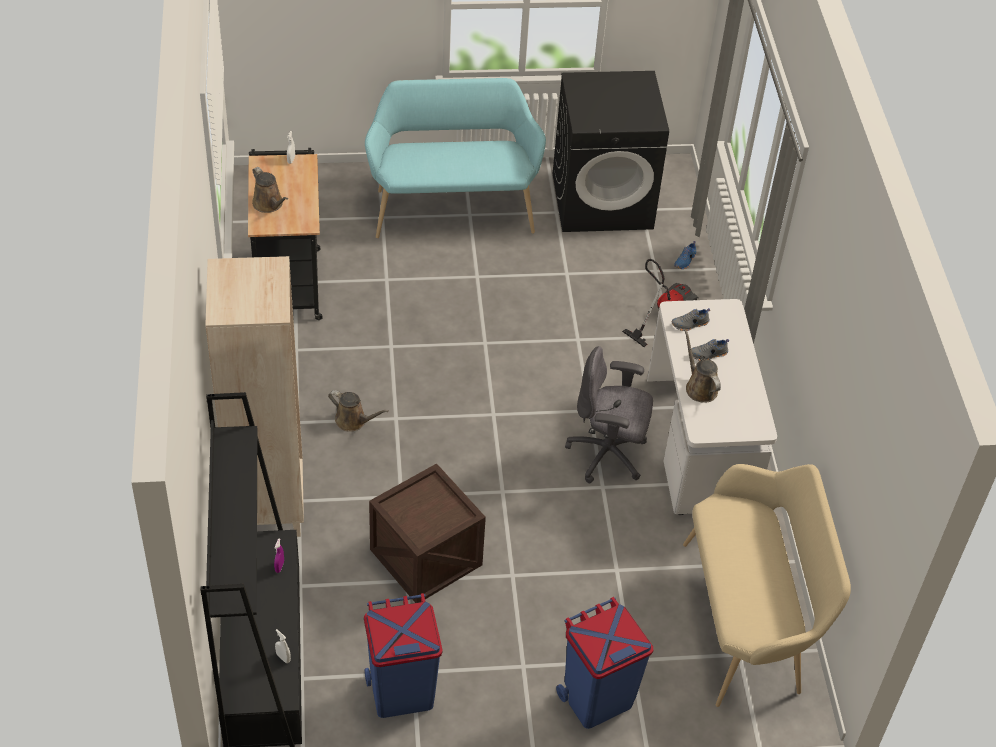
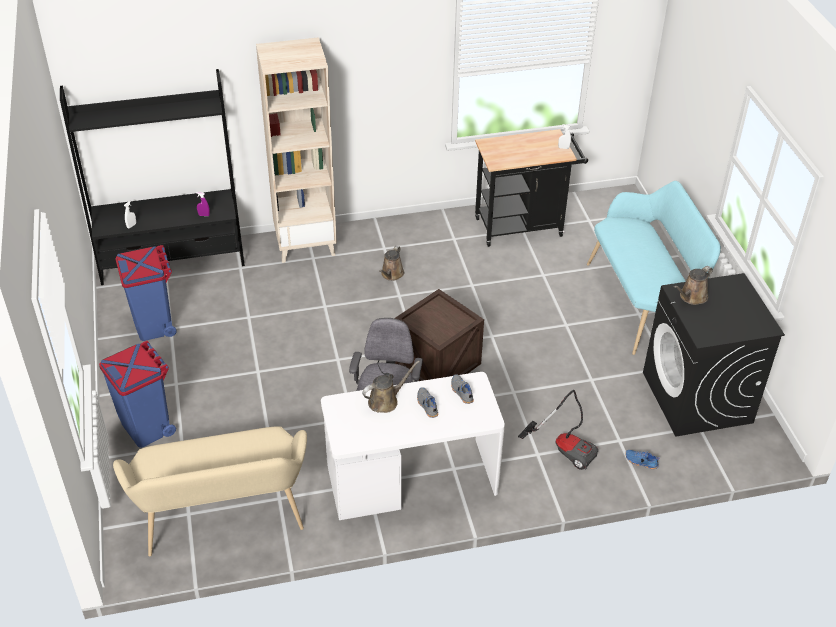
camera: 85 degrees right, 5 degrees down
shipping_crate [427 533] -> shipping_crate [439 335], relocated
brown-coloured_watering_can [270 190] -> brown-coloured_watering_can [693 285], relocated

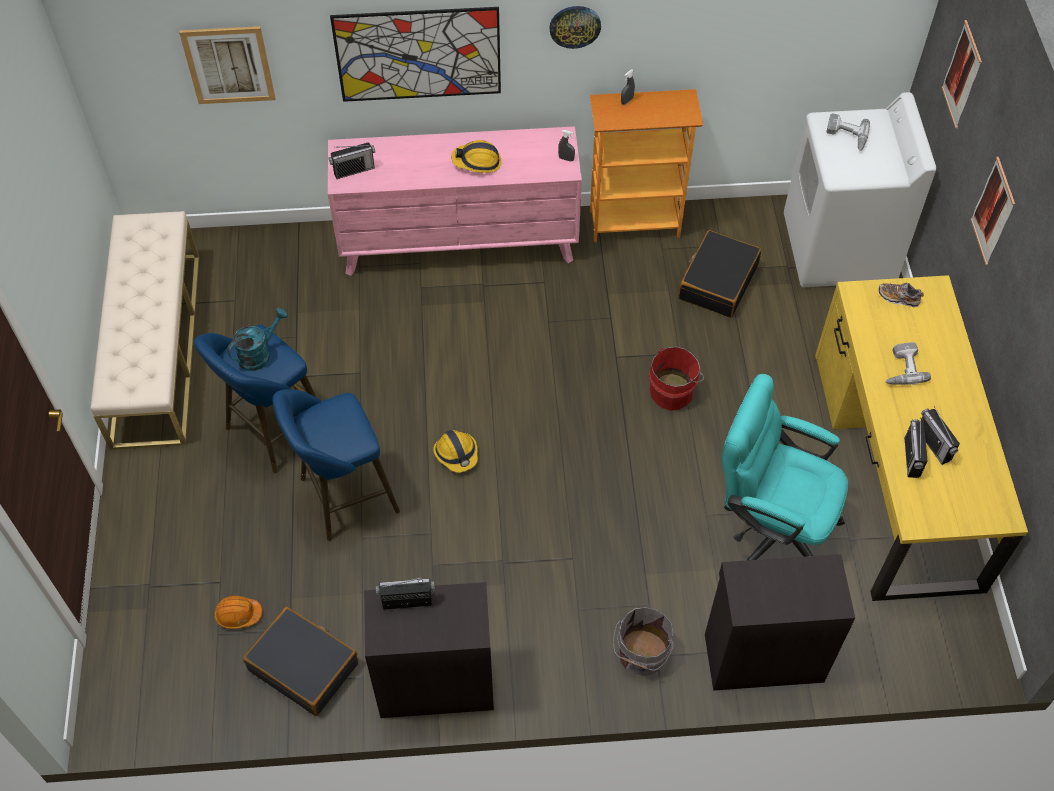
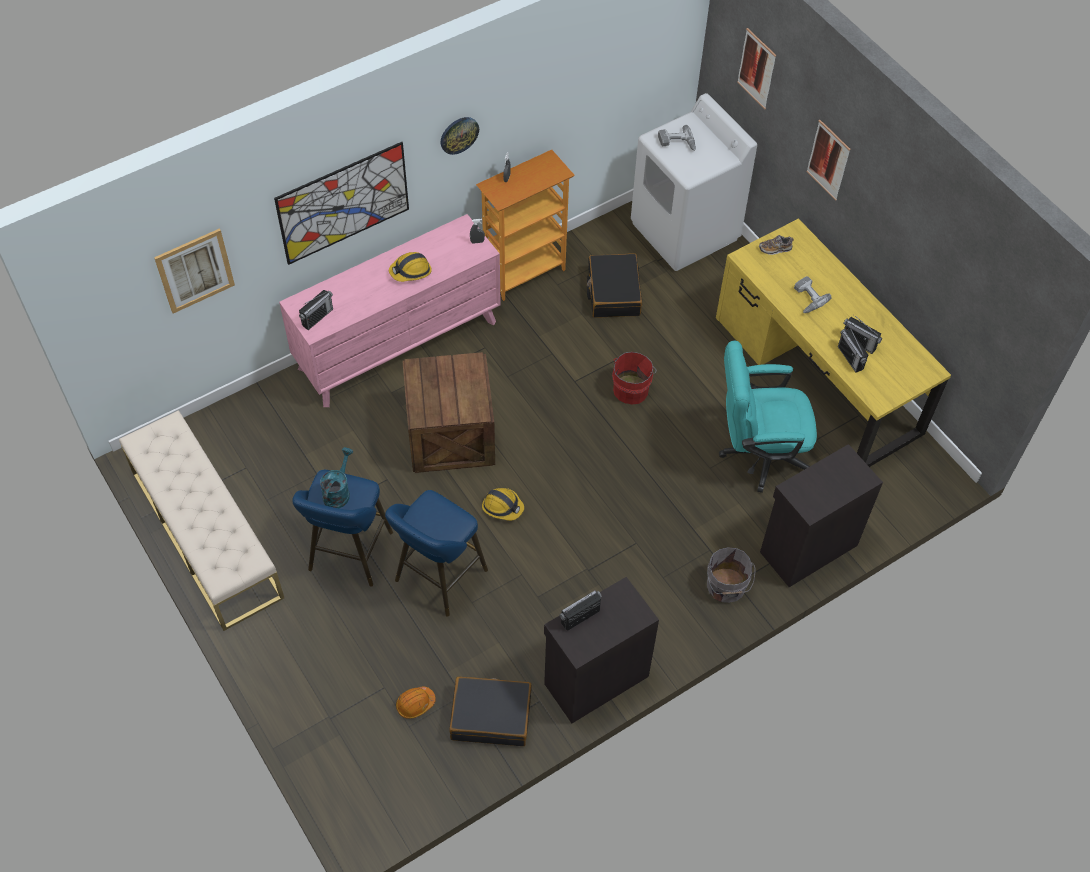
camera: 30 degrees left, 0 degrees up
none -> shipping_crate [448 412]

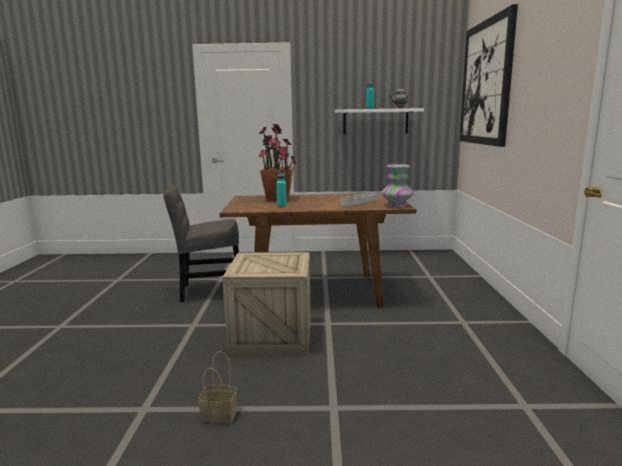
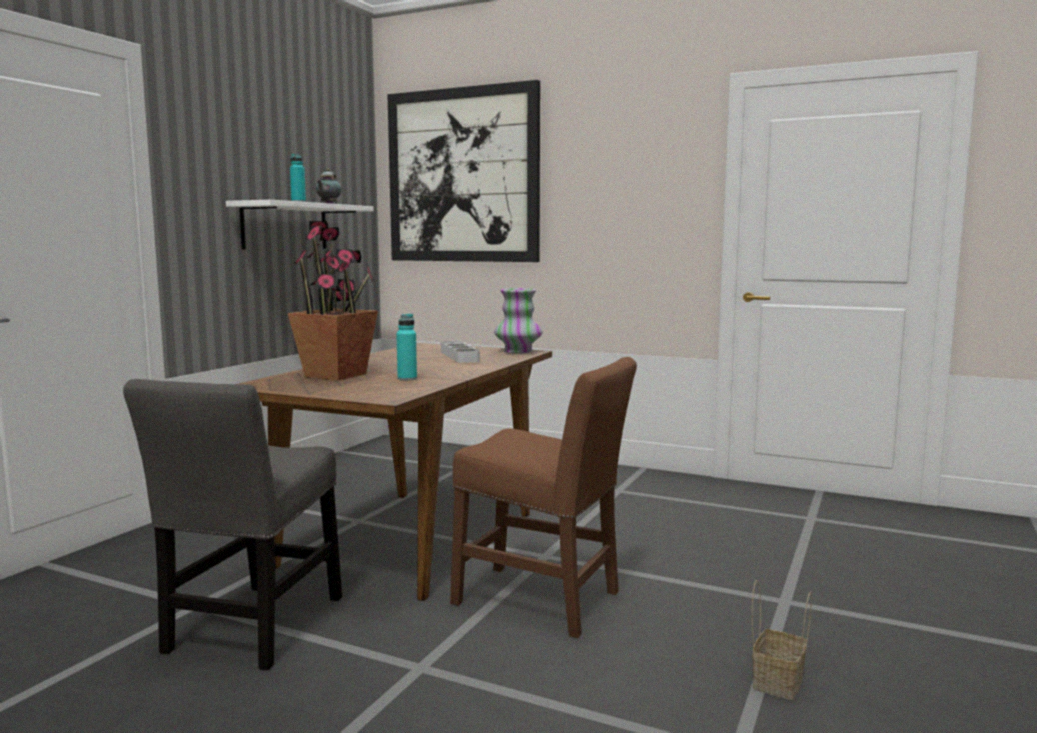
camera: 65 degrees left, 5 degrees down
shipping_crate [266 303] -> brown-coloured_plain_chair [543 497]

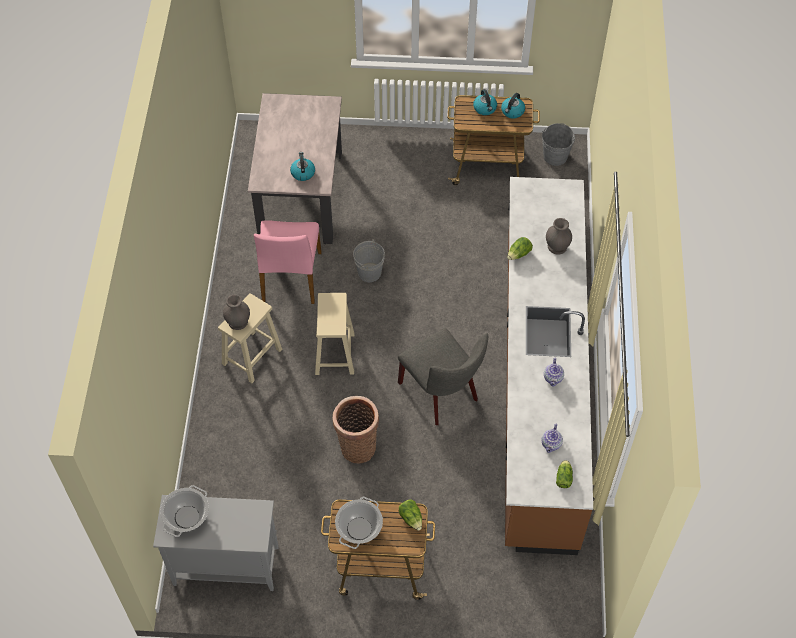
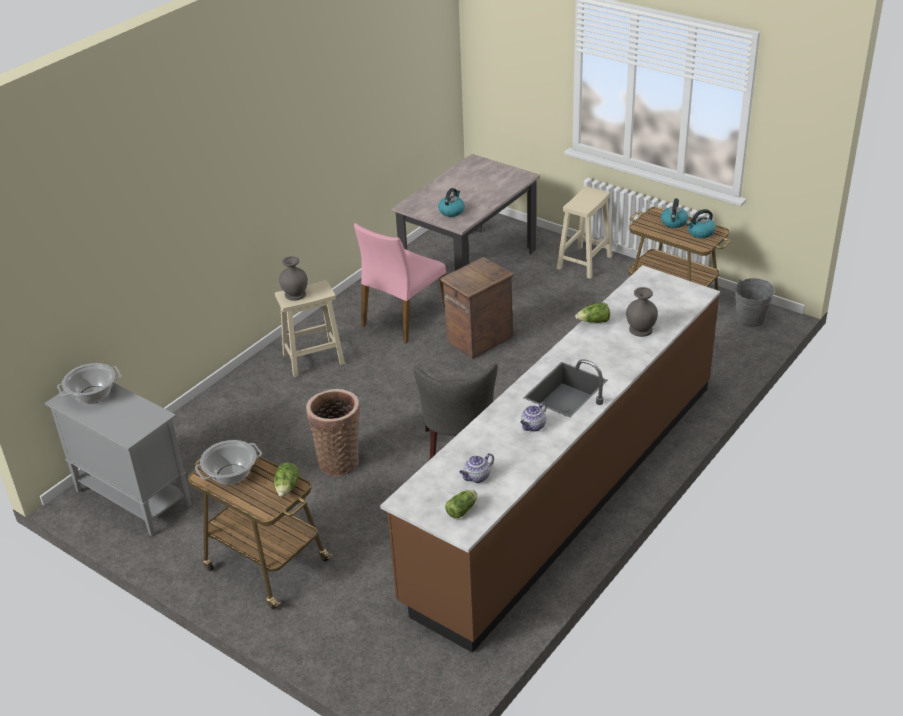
camera: 35 degrees right, 20 degrees down
gray_pail [369 260] -> shipping_crate [476 308]
beige-coloured_stool [334 334] -> beige-coloured_stool [584 232], relocated

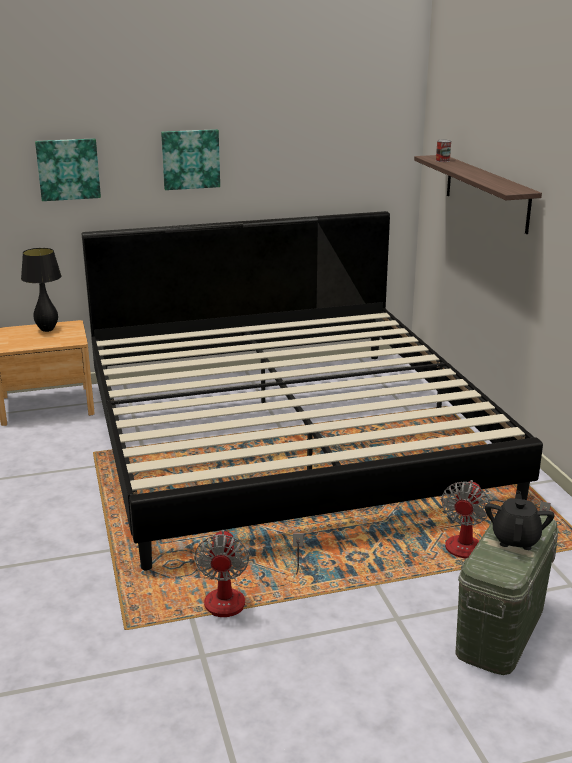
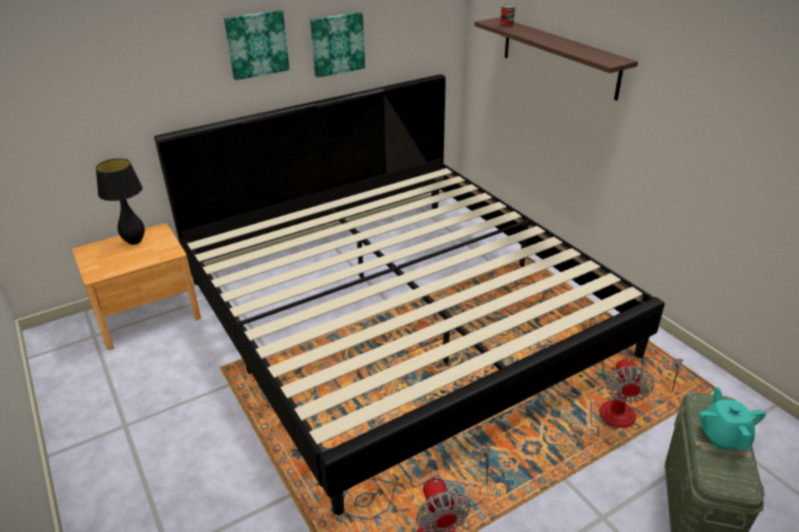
camera: 15 degrees left, 10 degrees up
wall_picture [68 169] -> wall_picture [337 45], relocated
black-coloured_teapot [520 520] -> blue-green_teapot [732 418]

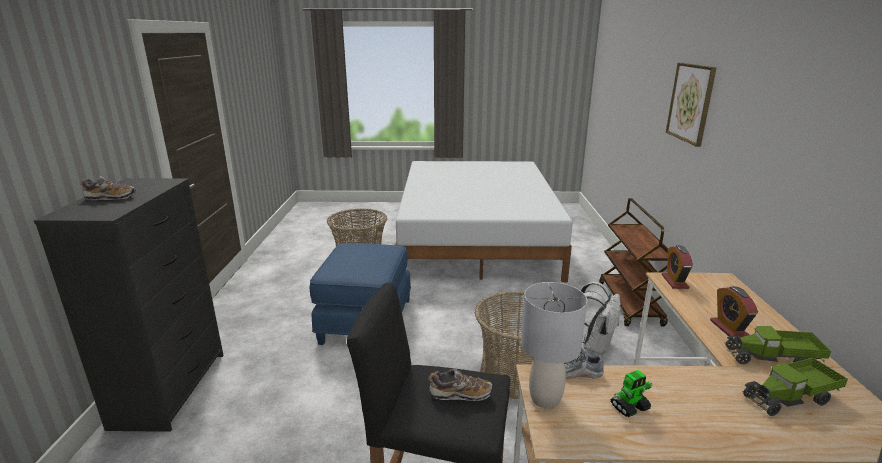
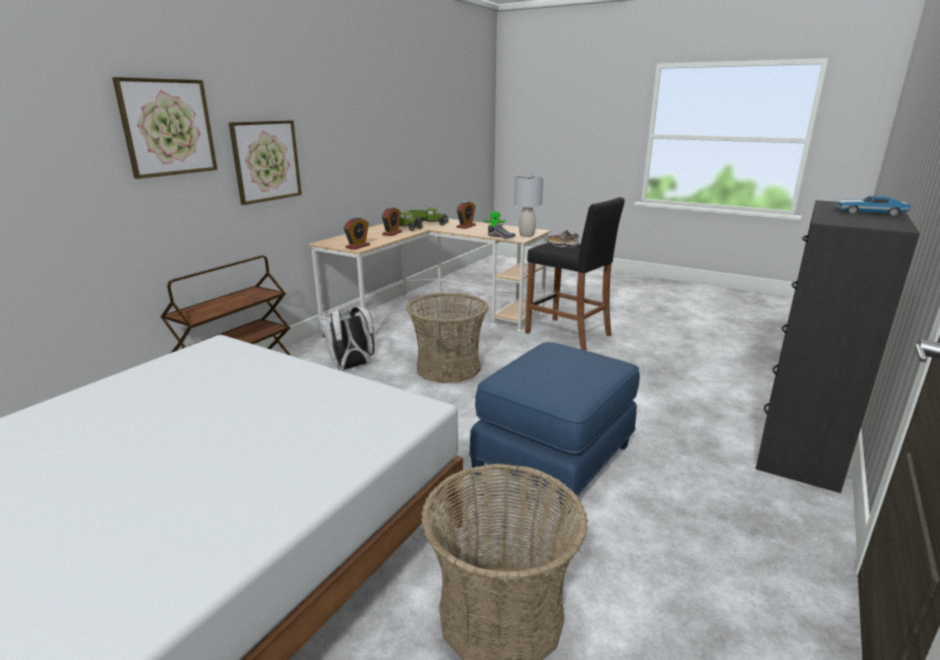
camera: 150 degrees left, 0 degrees up
none -> wall_picture [265 162]
none -> bedside_clock [466 215]
item_of_footwear [108 188] -> toy_car [873 206]

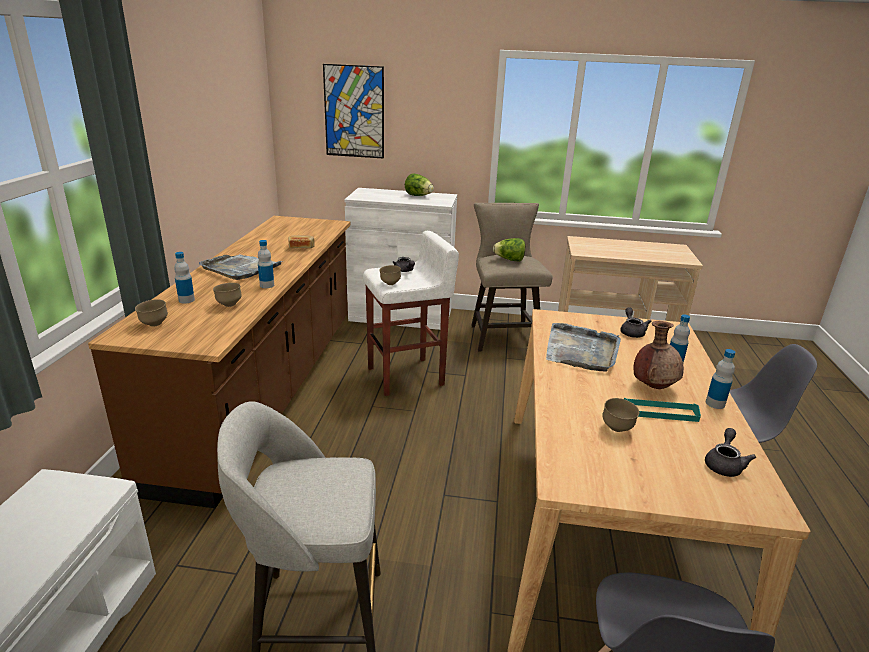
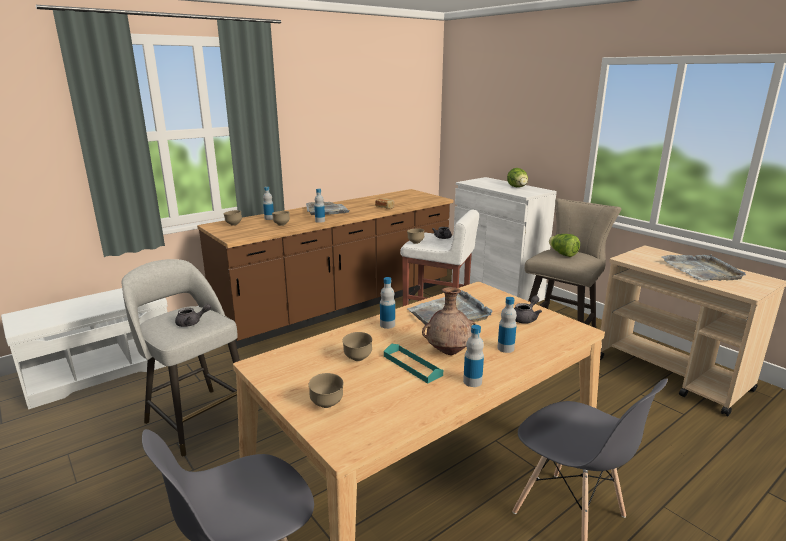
camera: 45 degrees right, 5 degrees down
gray_teapot [730 452] -> gray_teapot [193 315], relocated
none -> brown-coloured_serving_bowl [326 390]
none -> drink_bottle [387 303]
none -> gray_serving_tray [703 268]
wall_picture [353 111] -> none

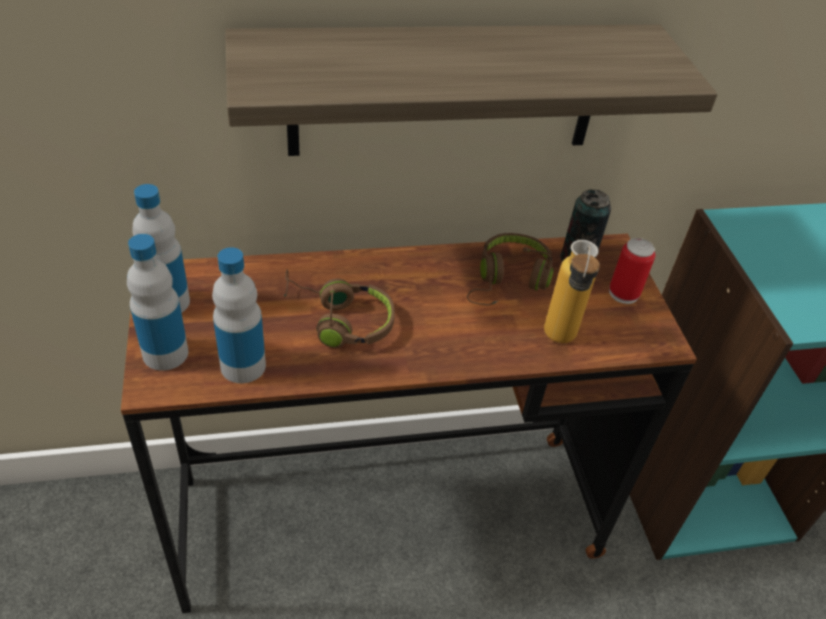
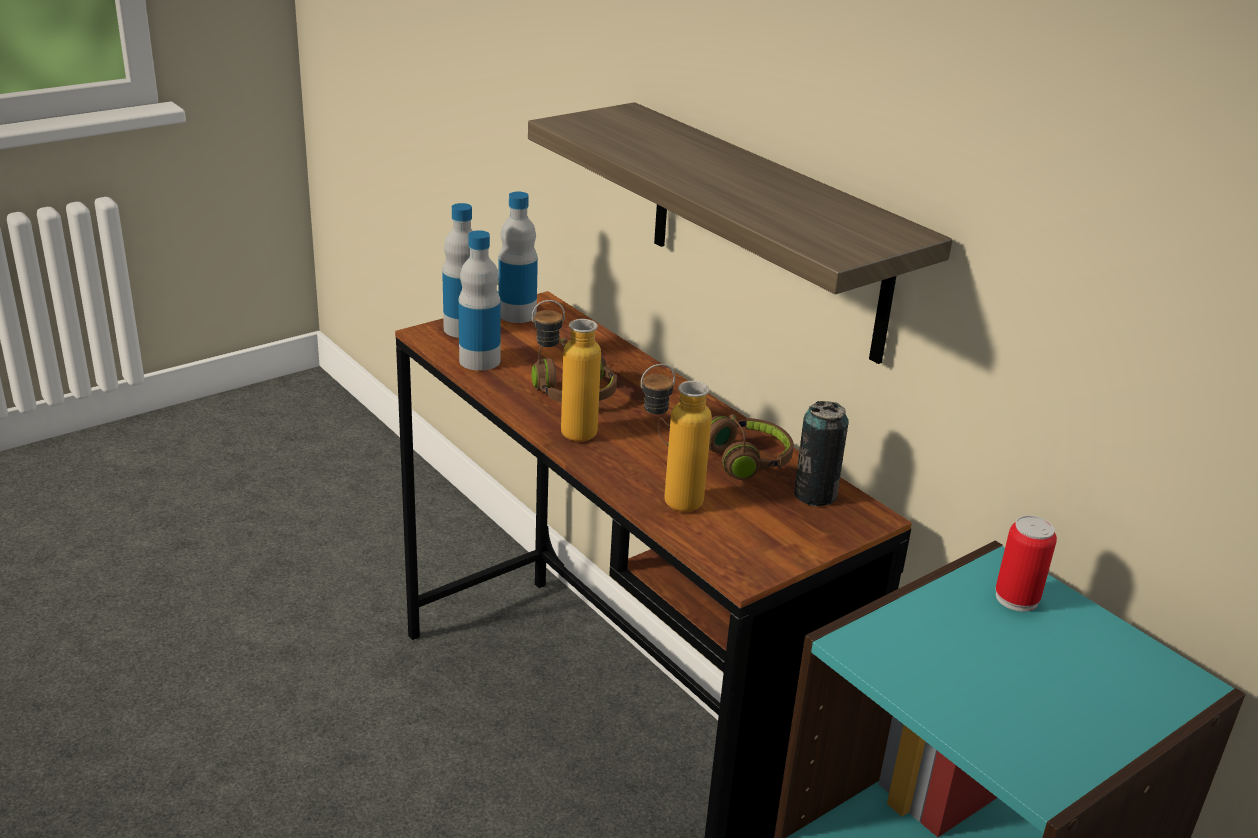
camera: 65 degrees right, 15 degrees down
none -> drink_bottle [566 371]
can [632 271] -> can [1026 564], relocated

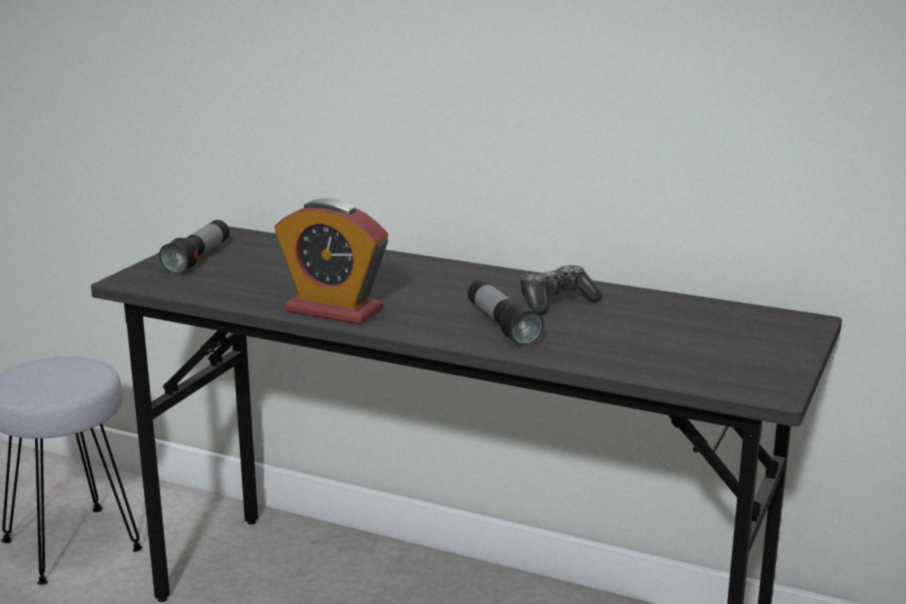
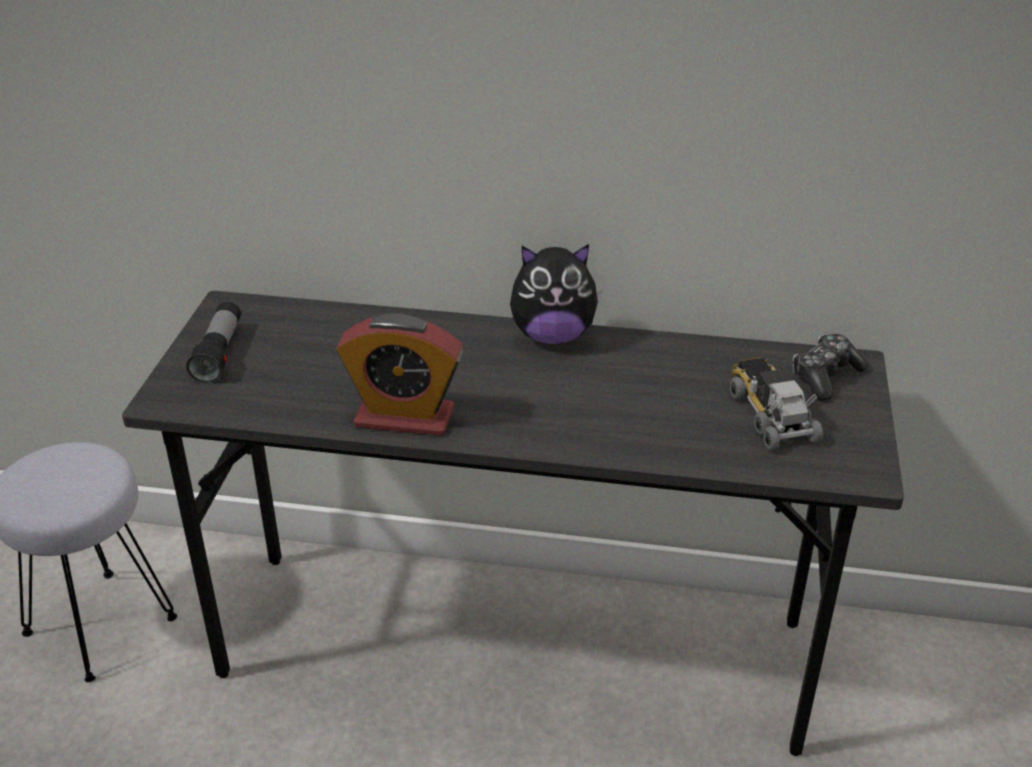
camera: 15 degrees left, 15 degrees up
none -> plush_toy [556 294]
none -> model_truck [776 404]
game_controller [561 290] -> game_controller [830 367], relocated
flashlight [506 313] -> none

